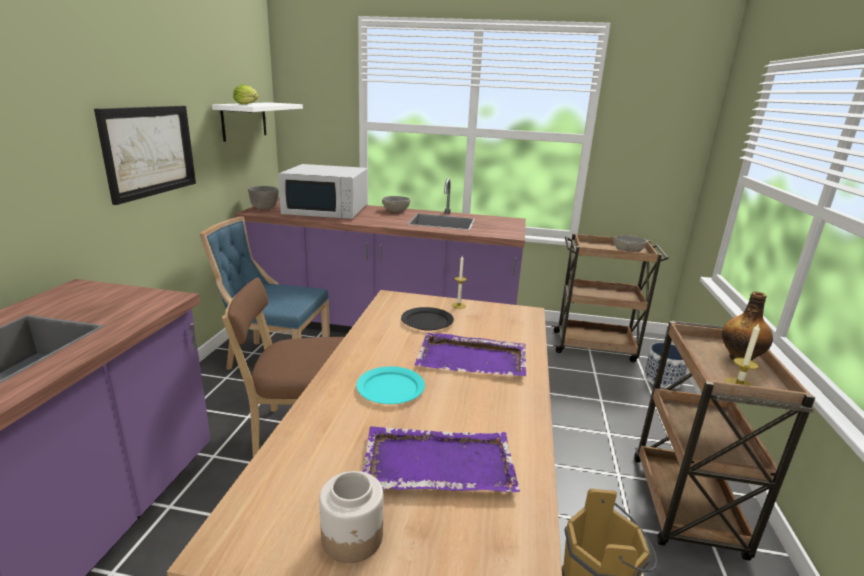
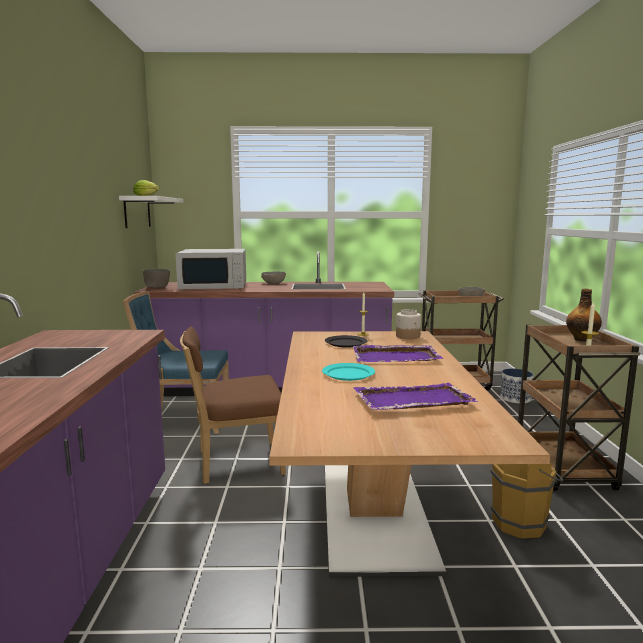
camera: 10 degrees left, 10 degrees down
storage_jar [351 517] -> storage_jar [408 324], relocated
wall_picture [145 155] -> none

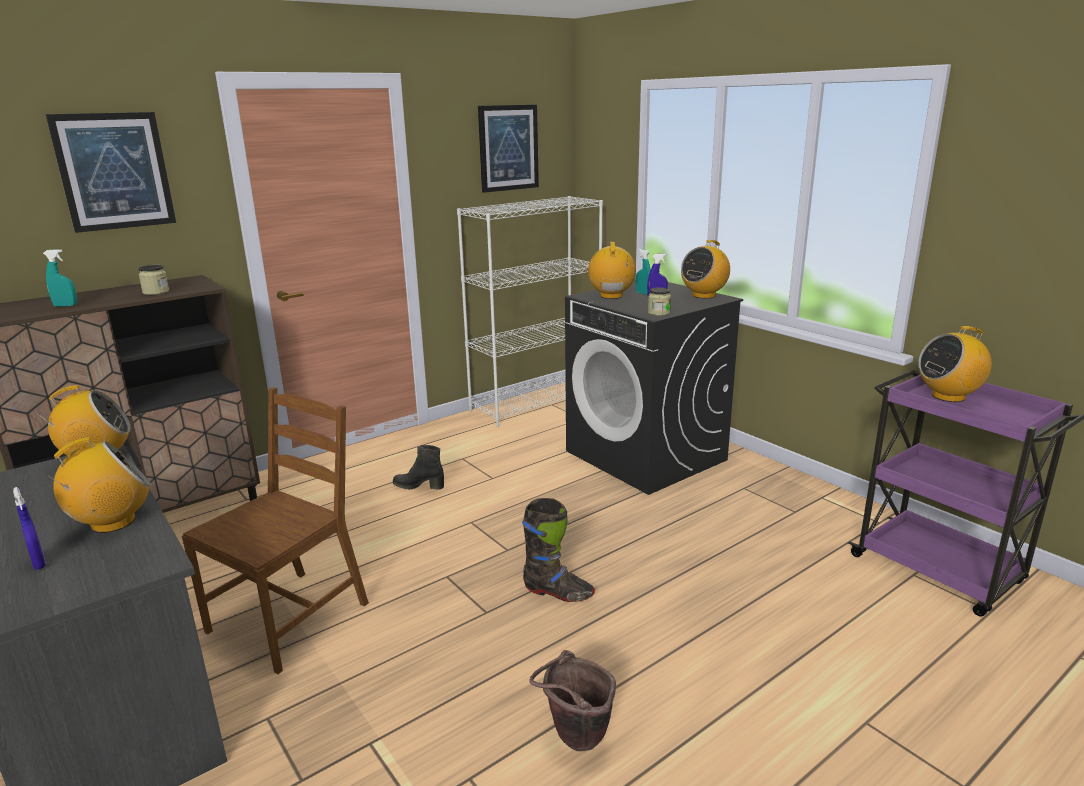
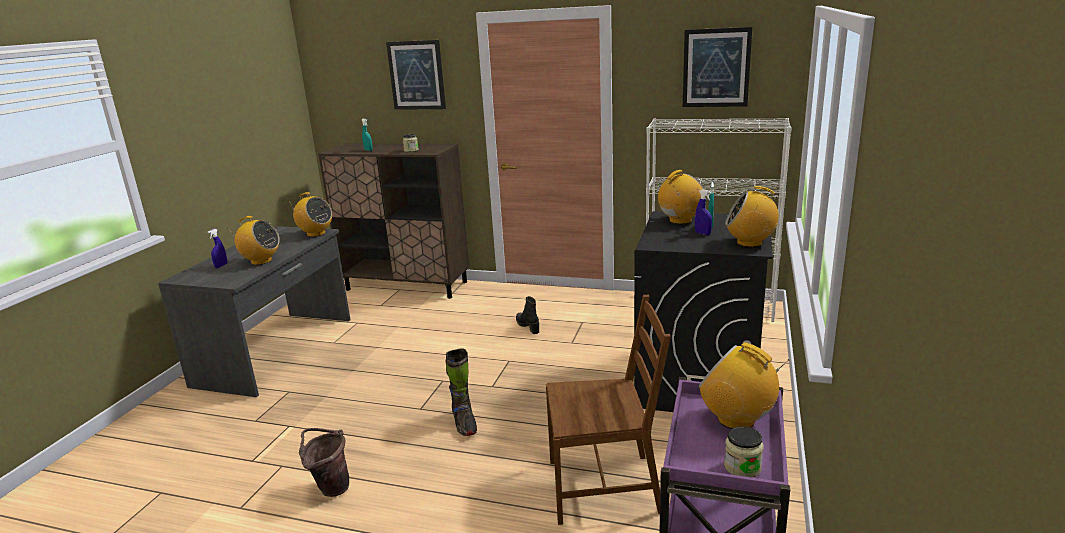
camera: 55 degrees right, 0 degrees up
brown-coloured_plain_chair [275 530] -> brown-coloured_plain_chair [608 409], relocated
storage_jar [659 302] -> storage_jar [743 452], relocated

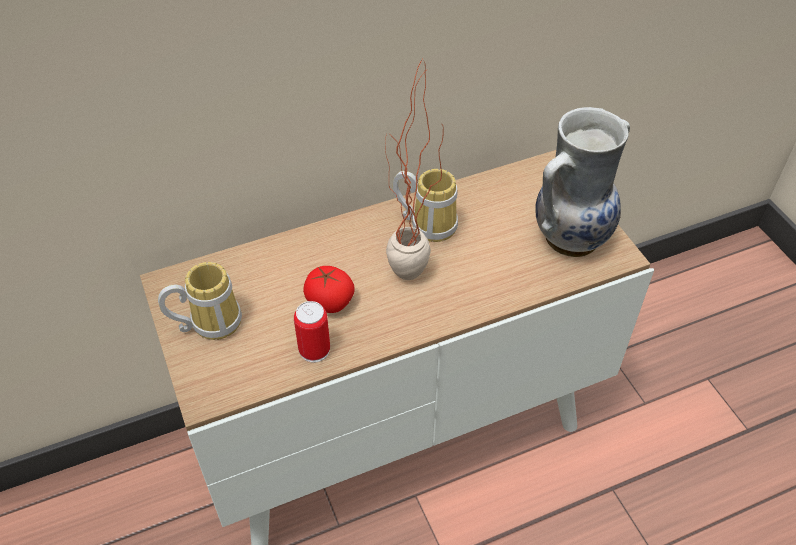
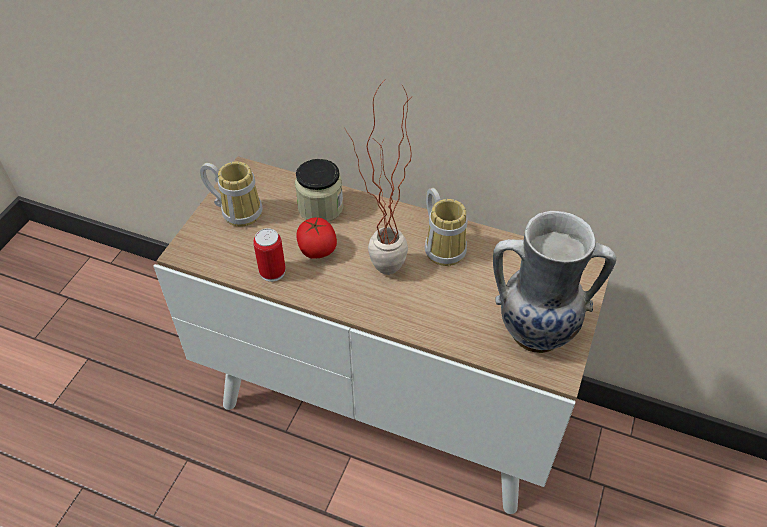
camera: 45 degrees right, 0 degrees up
none -> storage_jar [319 190]

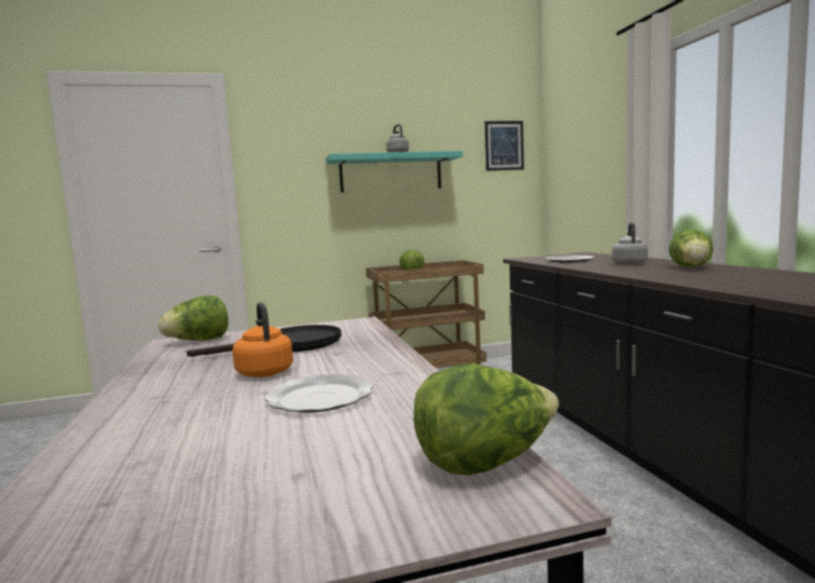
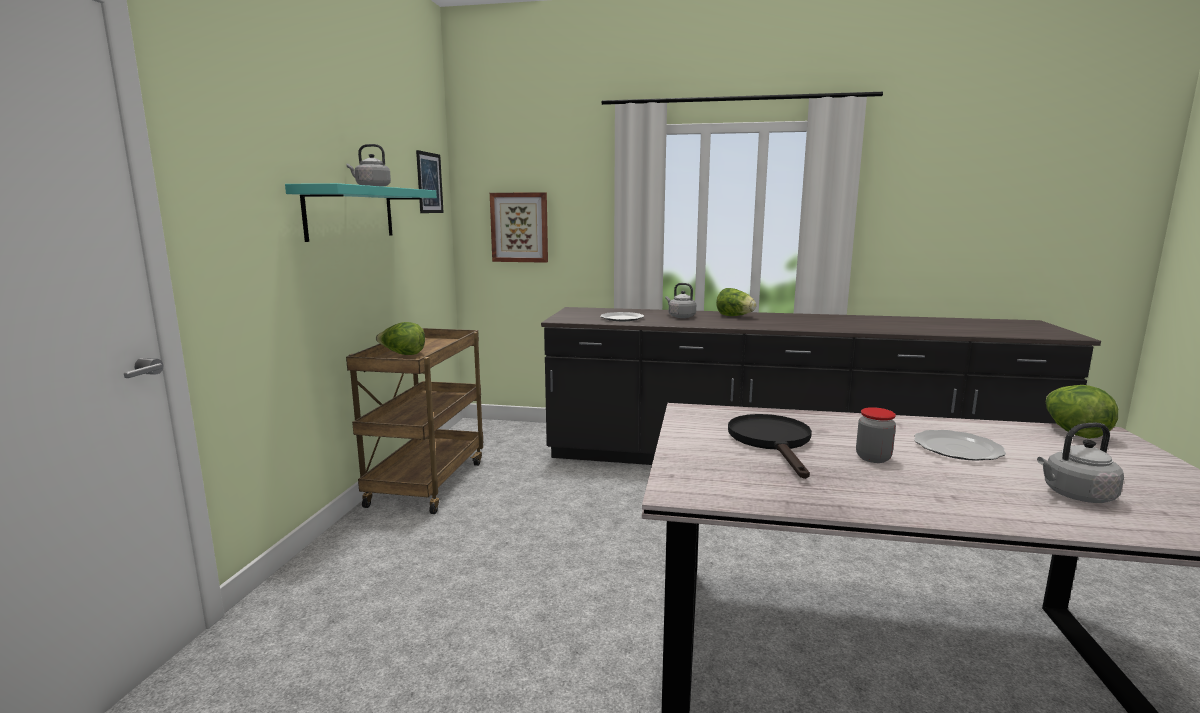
camera: 65 degrees left, 5 degrees up
none -> wall_picture [519 227]
orange_kettle [262 339] -> storage_jar [876 435]
none -> gray_kettle [1080 463]
head_of_lettuce [193 318] -> none

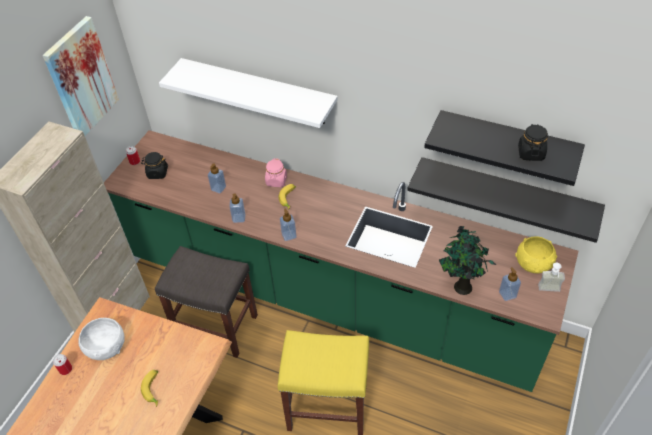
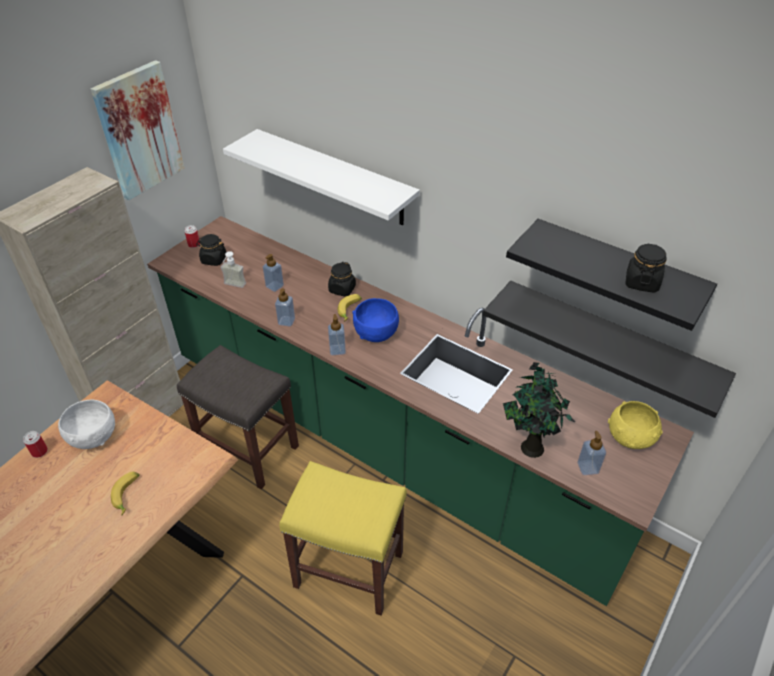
camera: 10 degrees right, 5 degrees down
liquid_soap_bottle [551 277] -> liquid_soap_bottle [233 269], relocated
pink-coloured_storage_jar [276 172] -> black-coloured_storage_jar [342 279]
none -> blue_serving_bowl [375 320]

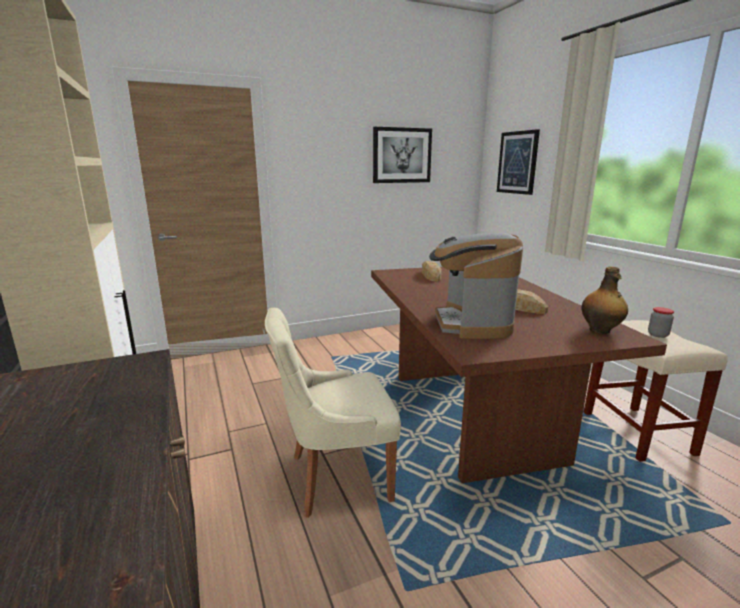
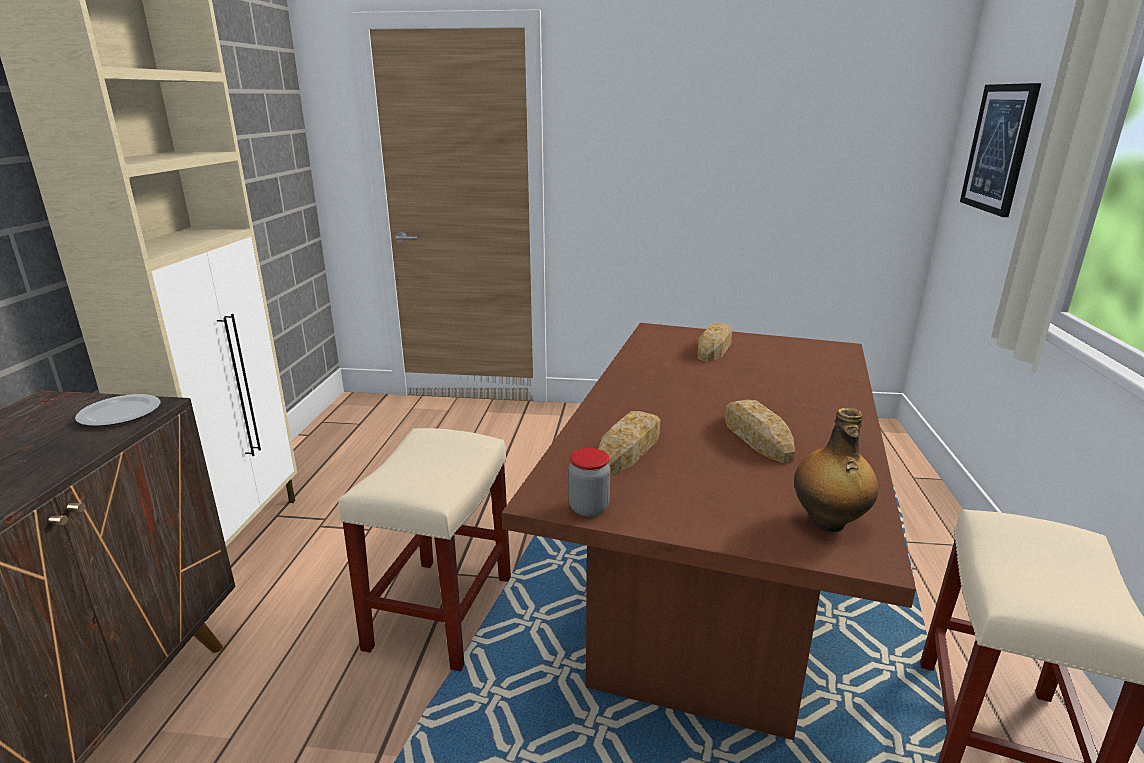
camera: 30 degrees right, 5 degrees up
none -> plate [118 410]
beige-coloured_plain_chair [333 413] -> beige-coloured_stool [424 549]
storage_jar [661 322] -> storage_jar [589 482], relocated
coffee_brewer [476 286] -> bakery_bread [629 443]
wall_picture [402 155] -> none

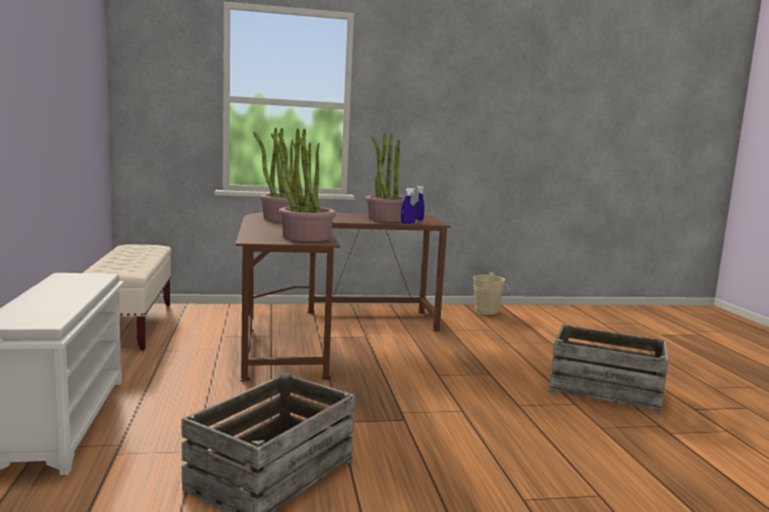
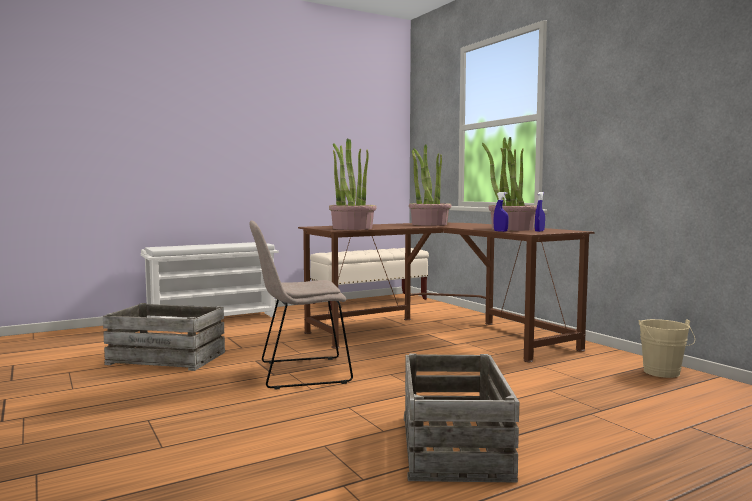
camera: 70 degrees right, 5 degrees down
none -> beige-coloured_plain_chair [301 305]

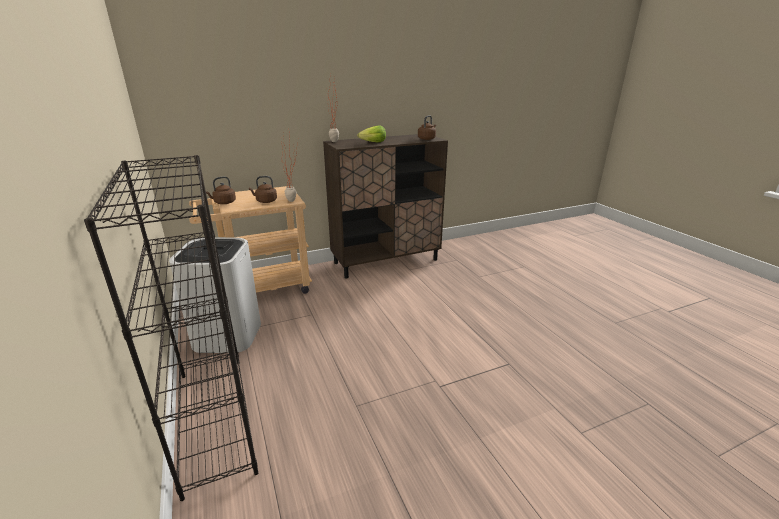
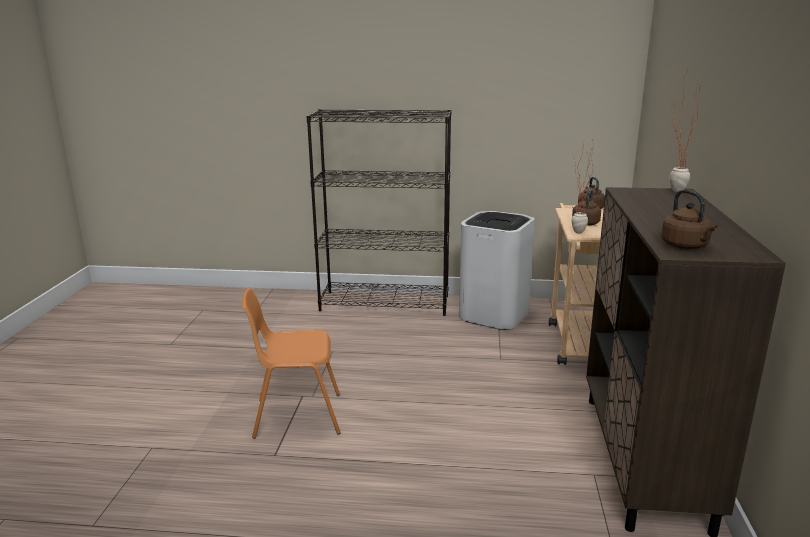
camera: 120 degrees right, 5 degrees down
none -> orange_plain_chair [291 363]
head_of_lettuce [371 134] -> none

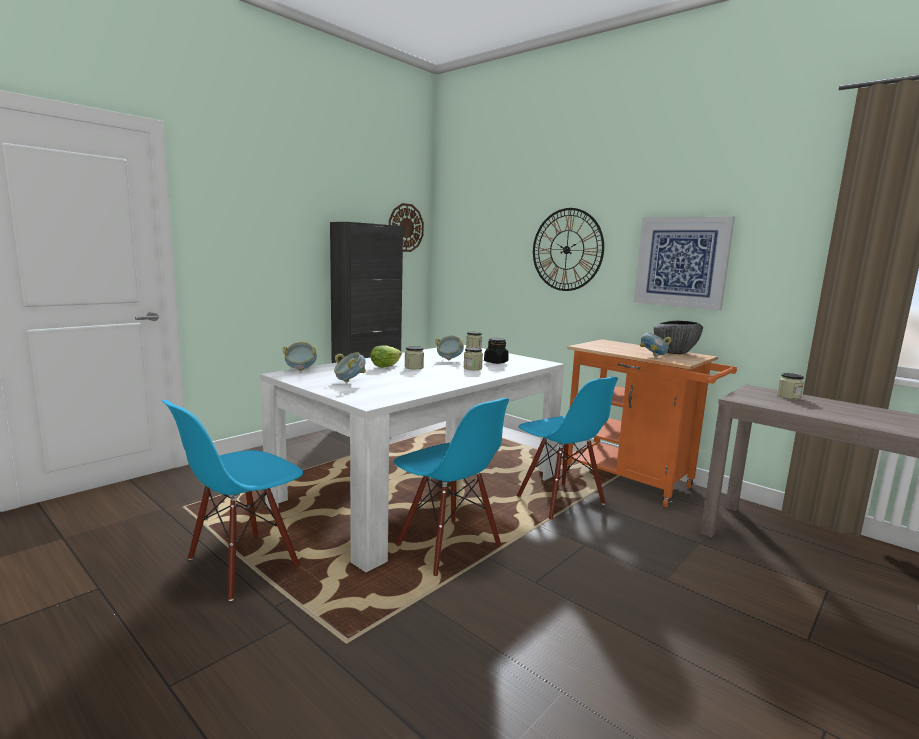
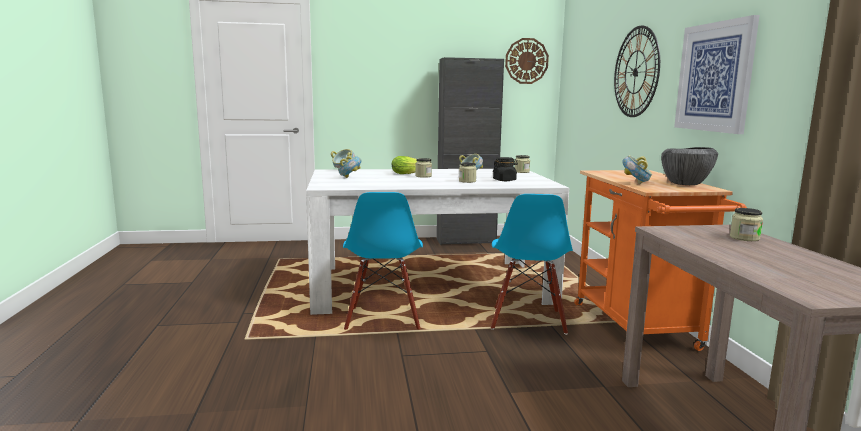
camera: 40 degrees right, 0 degrees up
blue_plain_chair [232 500] -> none

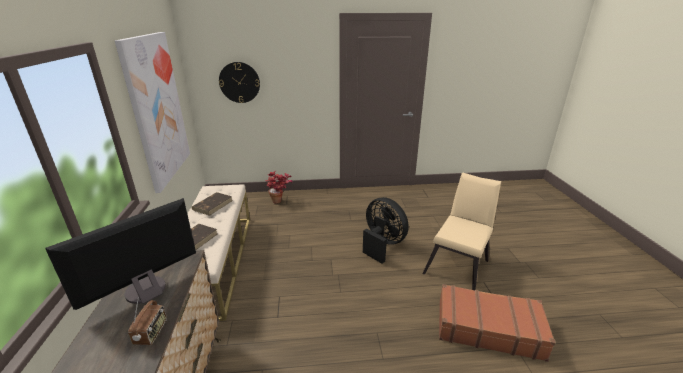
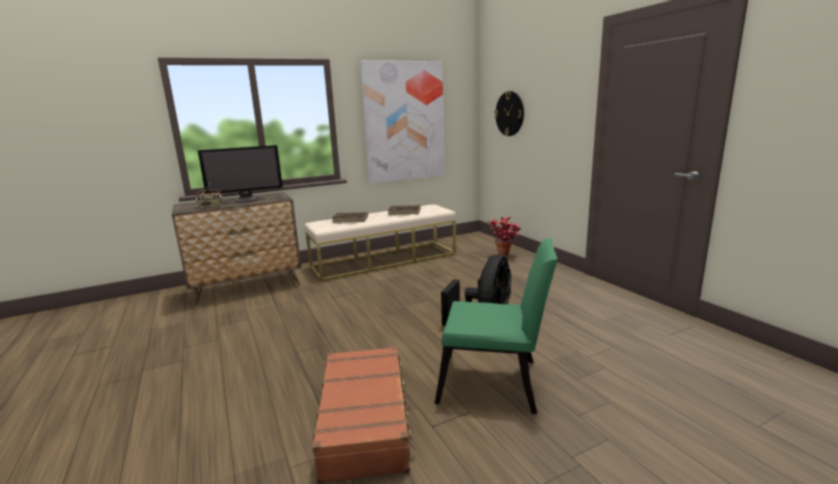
camera: 70 degrees right, 10 degrees down
computer_screen [120 254] -> computer_screen [240 174], 135 degrees clockwise
beige-coloured_plain_chair [461 231] -> green-coloured_plain_chair [496 326]

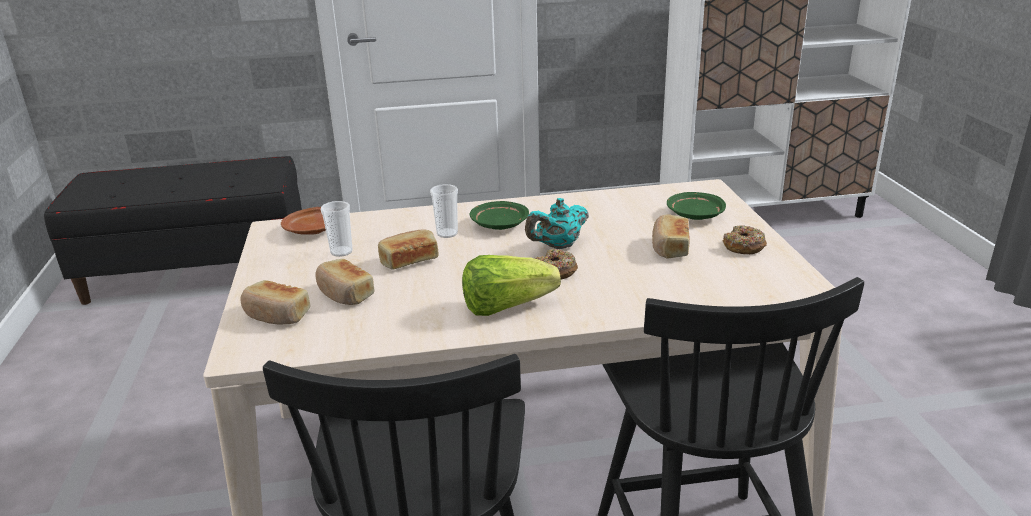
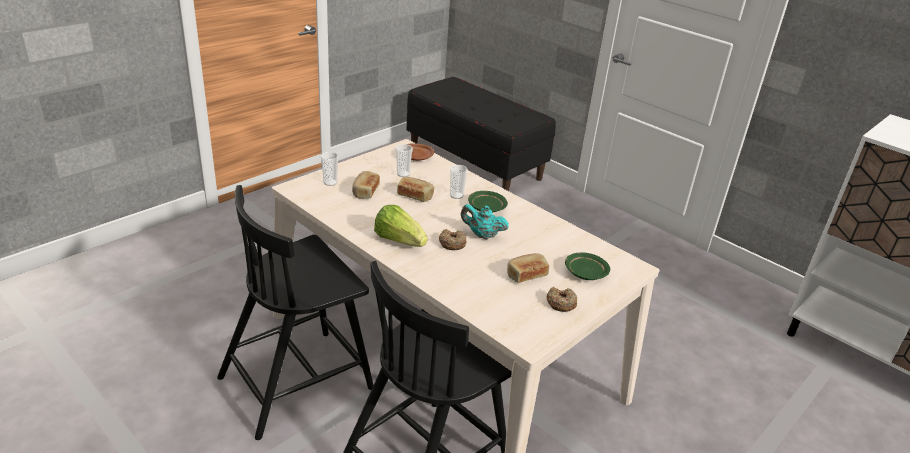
camera: 50 degrees right, 5 degrees up
bakery_bread [275 302] -> small_cup [330 169]

